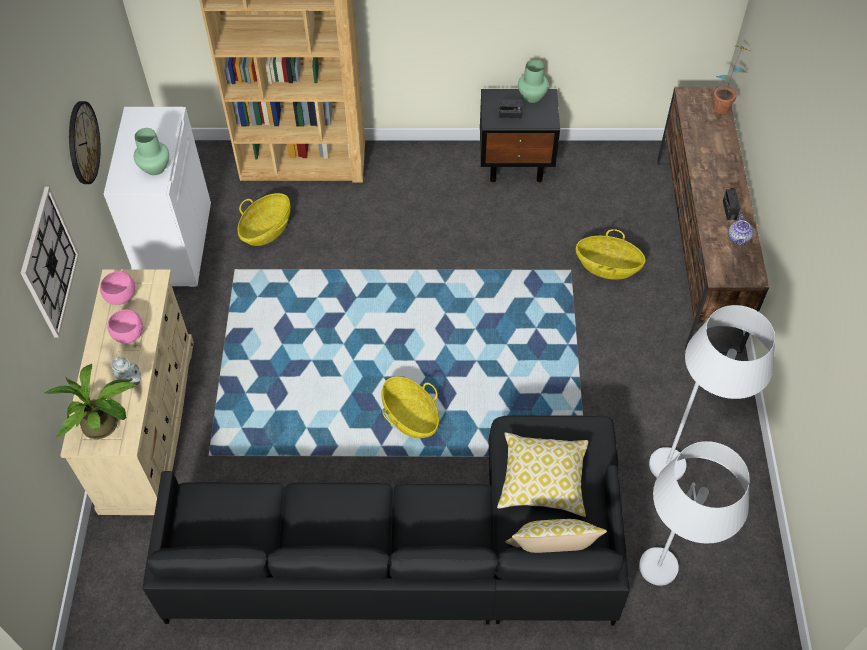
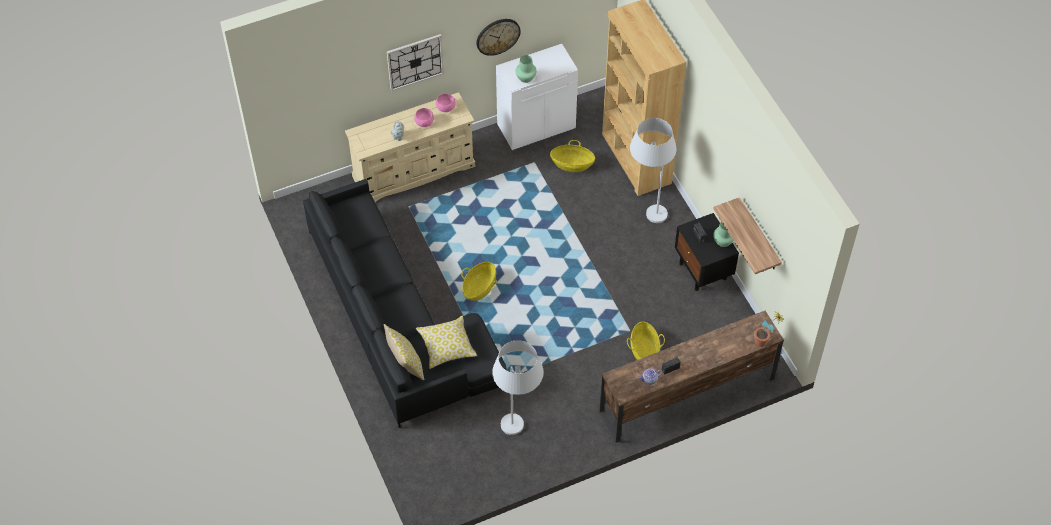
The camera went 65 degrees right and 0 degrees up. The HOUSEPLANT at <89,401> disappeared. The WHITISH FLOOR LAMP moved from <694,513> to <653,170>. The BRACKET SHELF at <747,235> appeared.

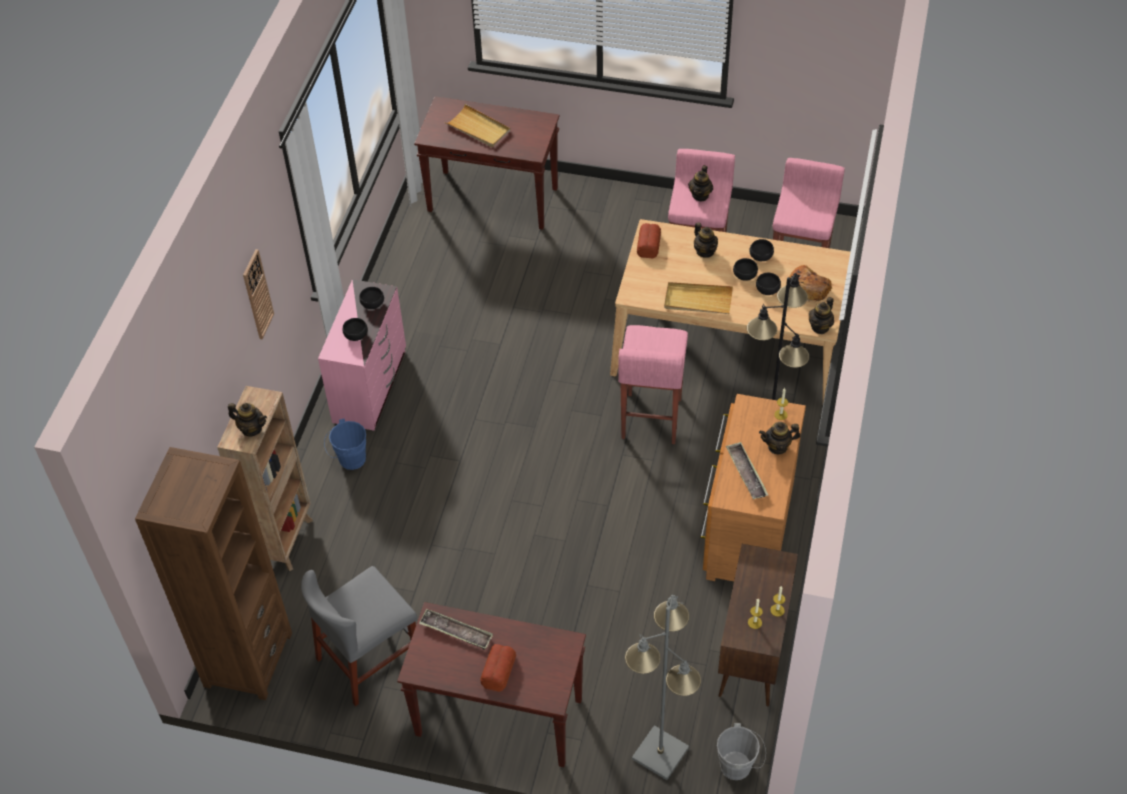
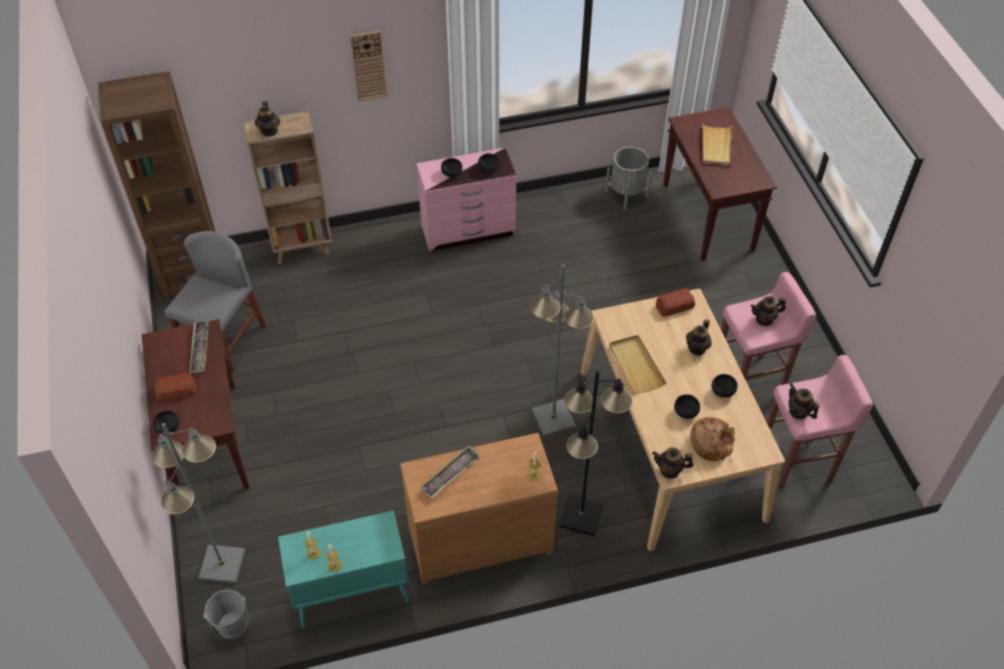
The camera went 60 degrees right and 0 degrees up. The BLACK SERVING BOWL moved from <745,269> to <166,423>. The PINK-COLOURED SITTING STOOL at <653,384> was replaced by the GREY FLOOR LAMP at <562,350>. The BLUE WATER BUCKET at <345,444> disappeared. The TEA POT moved from <780,438> to <804,401>. The BROWN STORAGE CABINET at <758,625> became the TURQUOISE-COLOURED STORAGE CABINET at <343,569>. The GREY PLAIN CHAIR at <359,636> turned 90 degrees clockwise. The GREY PLANTER at <628,178> appeared.

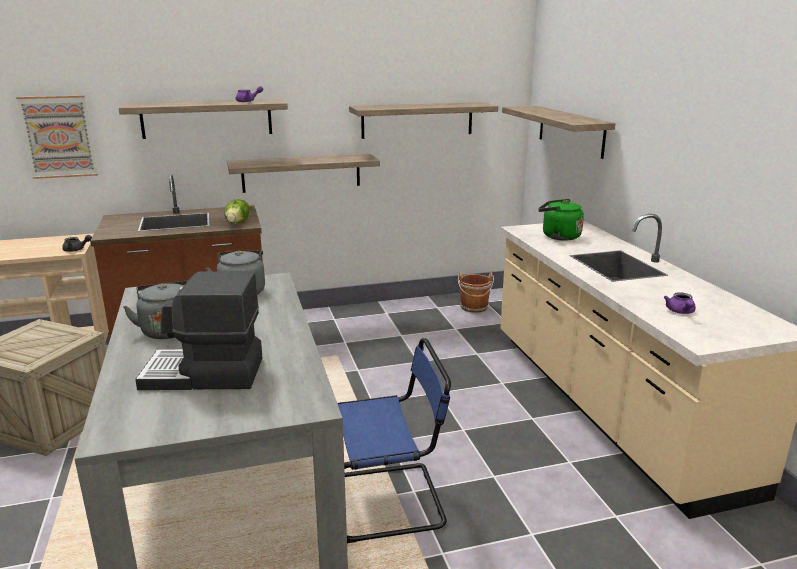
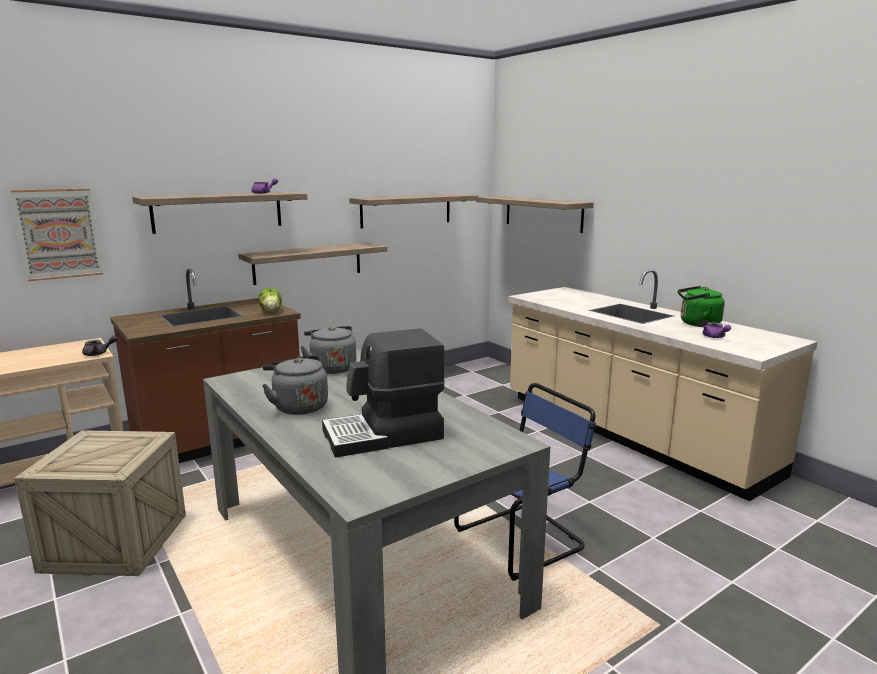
The camera went 20 degrees left and 5 degrees down. The GREEN-COLOURED TEA KETTLE moved from <561,220> to <701,306>. The BROWN WATER BUCKET at <476,292> disappeared.

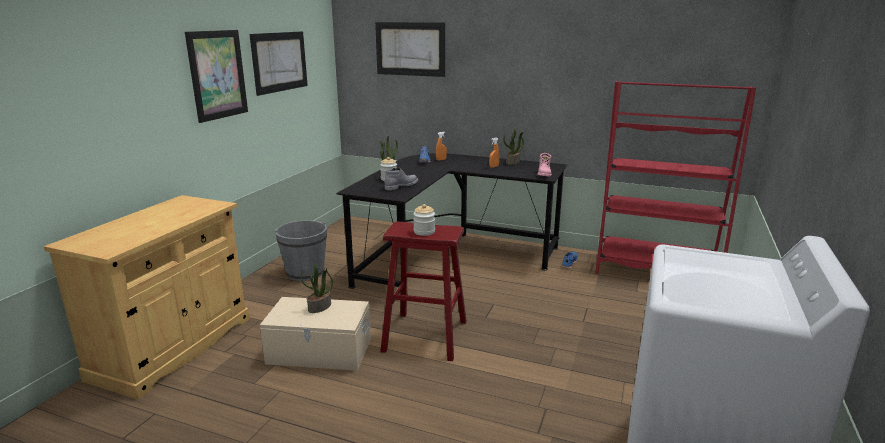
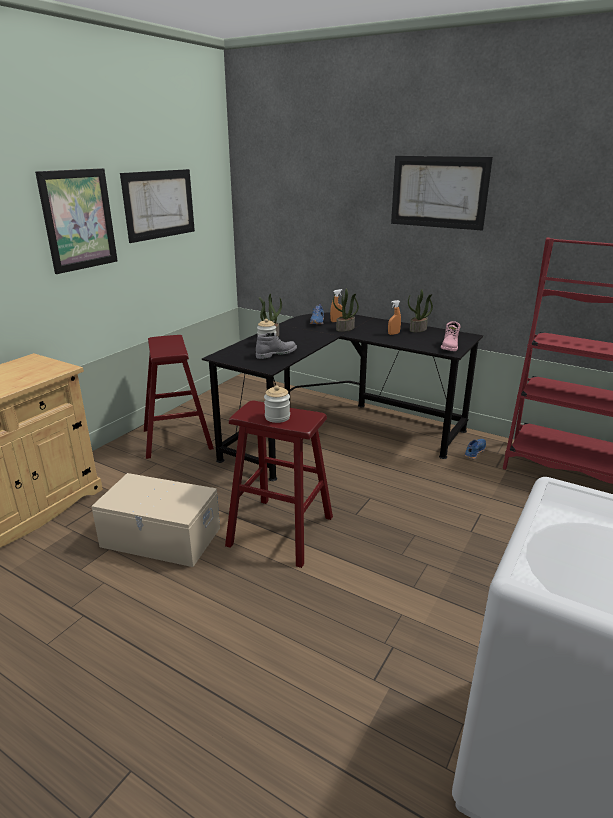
The camera went 10 degrees right and 5 degrees up. The WALL PICTURE moved from <410,49> to <442,193>. The GREY WATER BUCKET at <301,250> was replaced by the REDDISH SITTING STOOL at <179,397>. The HOUSEPLANT moved from <317,288> to <346,310>.

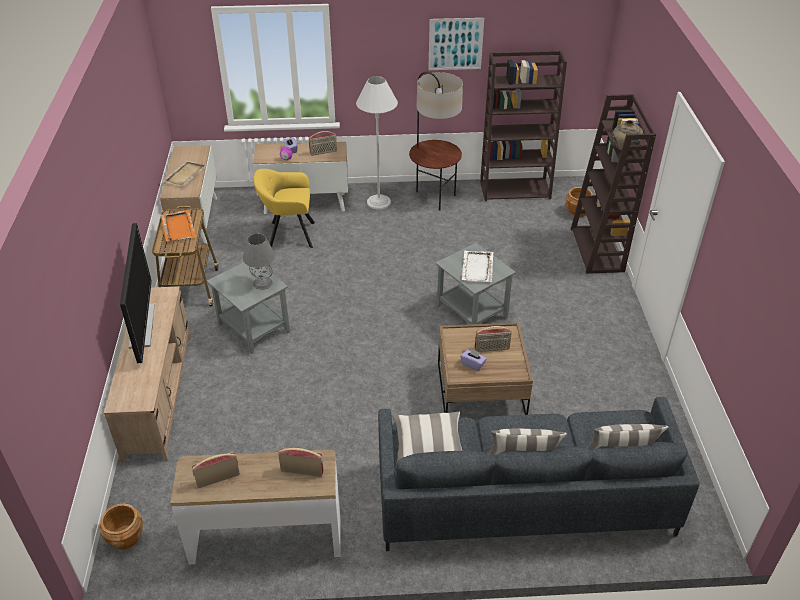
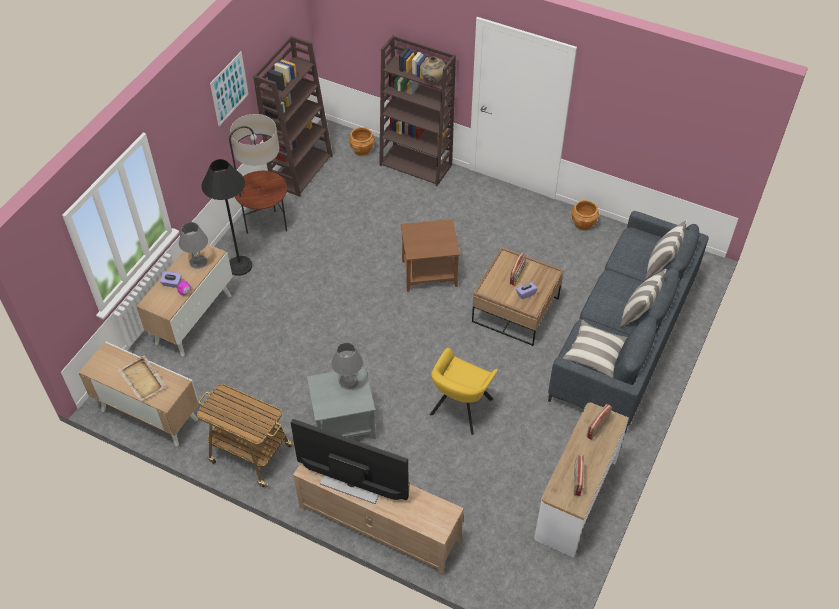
The camera went 60 degrees left and 10 degrees up. The WHITISH FLOOR LAMP at <377,143> became the BLACK FLOOR LAMP at <226,217>. The RADIO at <323,143> was replaced by the GREY TABLE LAMP at <193,245>. The YELLOW ARMCHAIR moved from <284,208> to <464,391>. The ORANGE-COLOURED TRAY at <178,225> disappeared. The GREY ACCENT TABLE at <475,284> became the BROWN ACCENT TABLE at <430,255>. The WHITISH TRAY at <477,266> disappeared. The BROWN PLANTER moved from <121,526> to <585,215>.

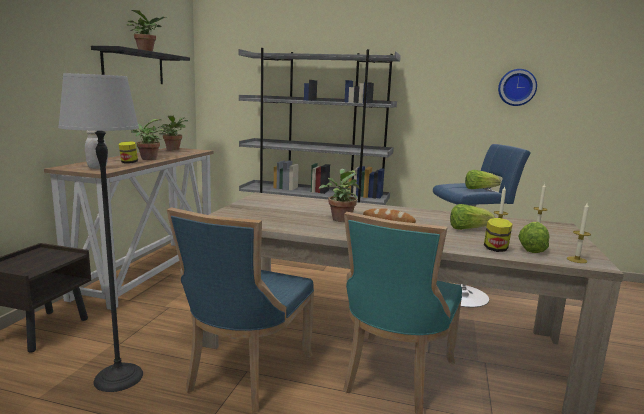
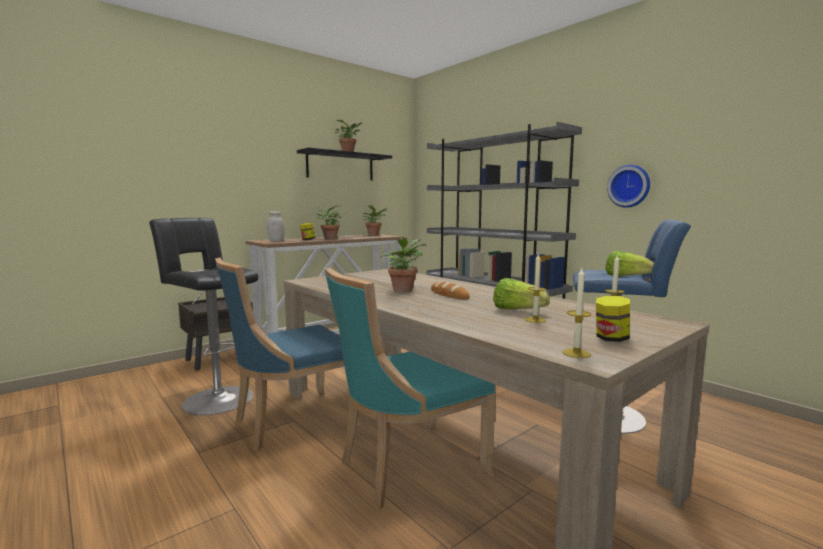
The camera went 35 degrees right and 5 degrees down. The WALL CLOCK moved from <517,87> to <628,186>. The FLOOR LAMP at <100,232> was replaced by the BLACK SITTING STOOL at <204,316>. The STORAGE JAR moved from <498,235> to <613,319>. The HEAD OF LETTUCE at <534,237> disappeared.

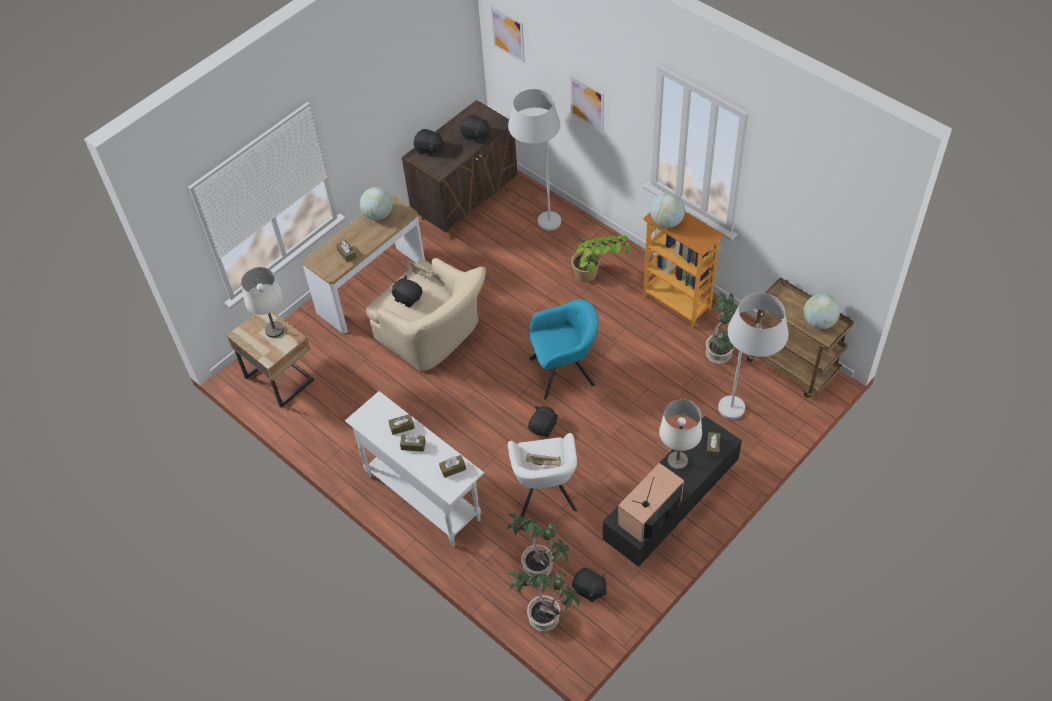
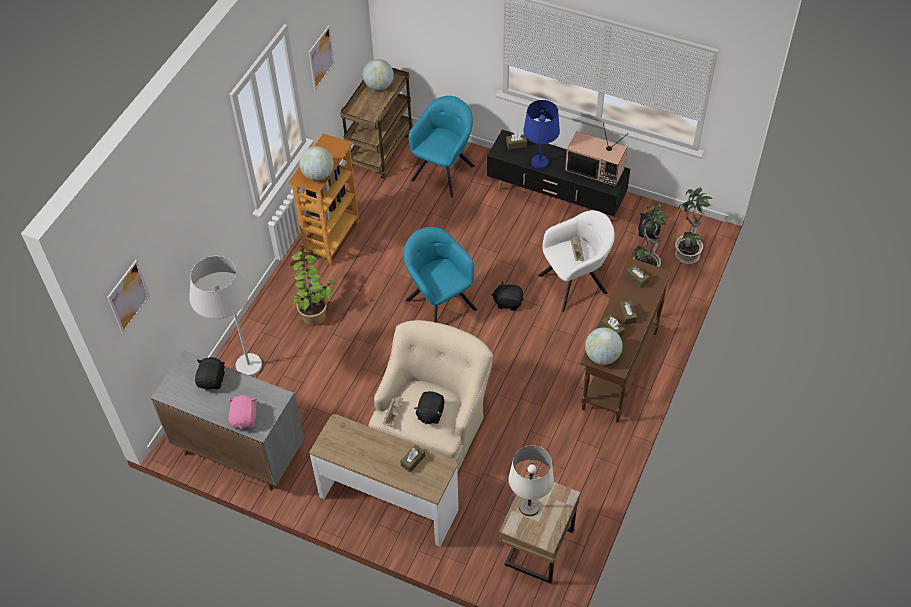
The camera went 110 degrees left and 0 degrees up. The WALL PICTURE moved from <587,103> to <321,58>. The BROWN STORAGE CABINET at <460,170> became the GREY STORAGE CABINET at <227,420>. The BLACK SOFT TOY at <429,143> became the PINK-COLOURED SOFT TOY at <242,412>. The WORLD GLOBE moved from <376,203> to <604,346>. The HOUSEPLANT at <722,328> disappeared. The WHITISH FLOOR LAMP at <753,356> was replaced by the TURQUOISE-COLOURED ARMCHAIR at <442,147>. The WHITISH CONSOLE TABLE at <414,469> became the BROWN CONSOLE TABLE at <626,340>. The WHITISH TABLE LAMP at <680,434> became the BLUE TABLE LAMP at <541,134>.

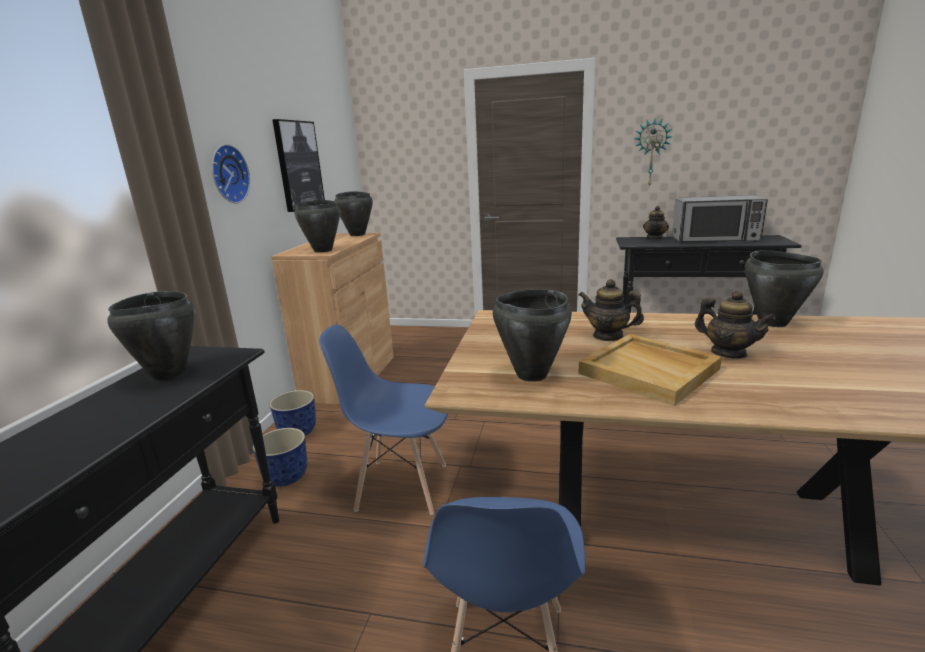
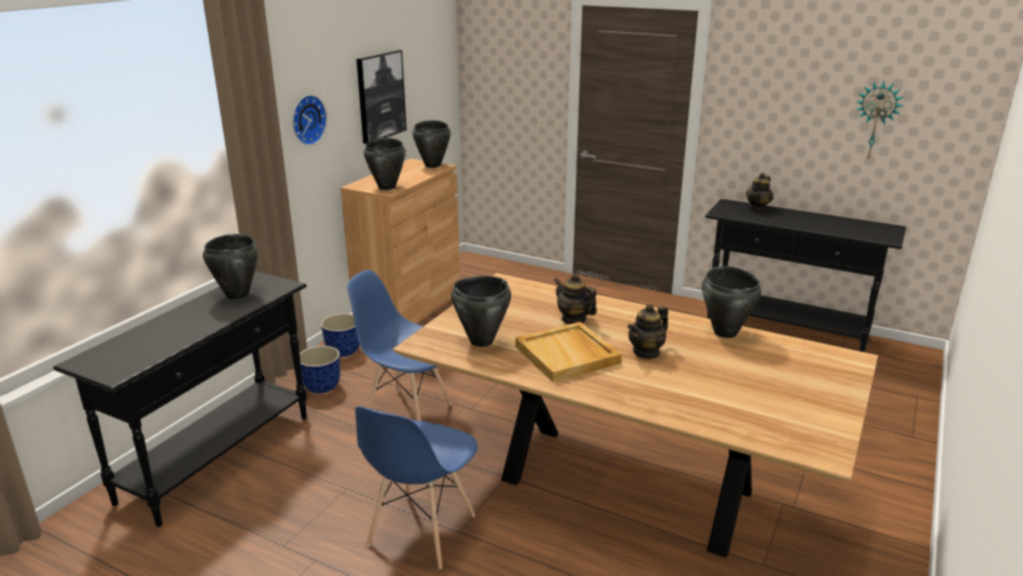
The camera went 15 degrees right and 5 degrees up. The WALL CLOCK moved from <653,153> to <879,120>. The KITCHEN MICROWAVE at <720,219> disappeared. The TEA POT at <735,324> turned 75 degrees clockwise.

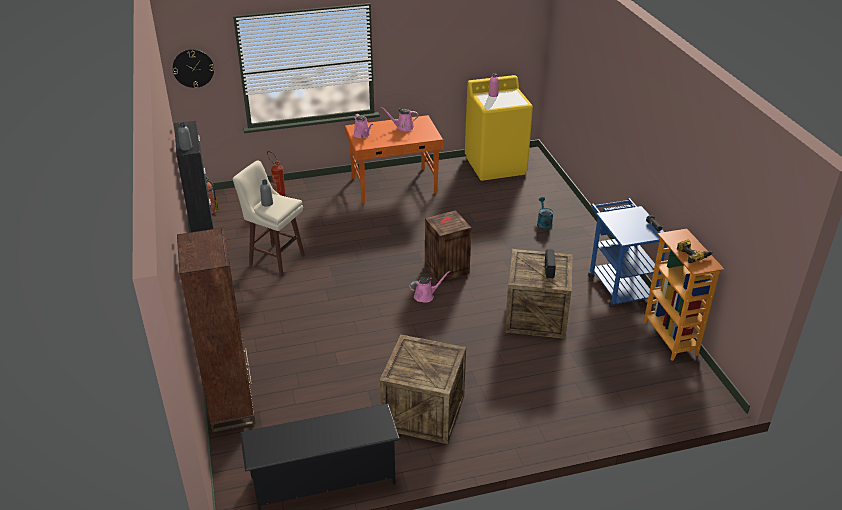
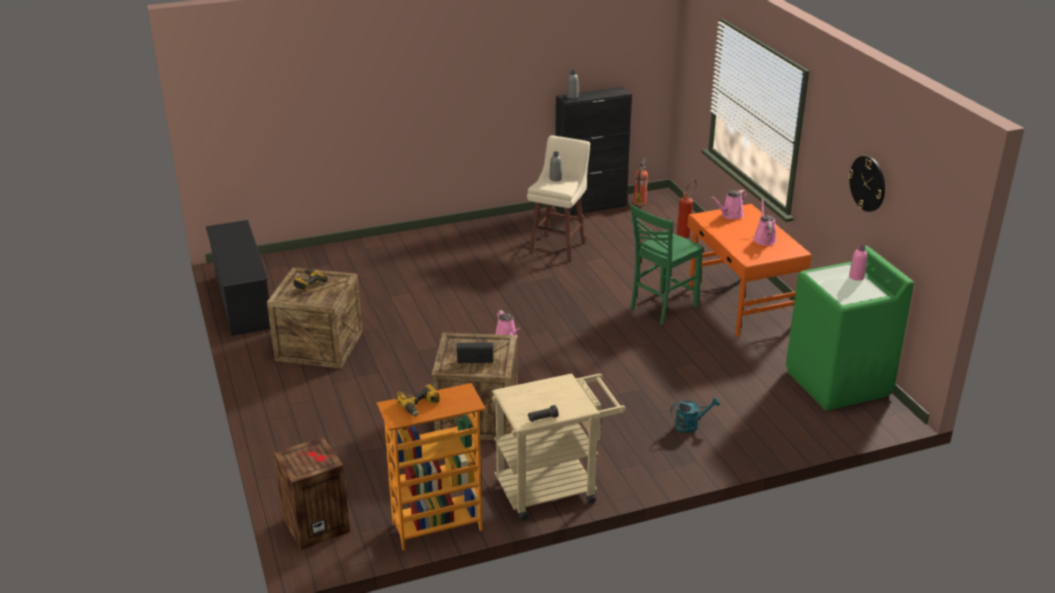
The camera went 85 degrees right and 5 degrees down. The WALL CLOCK moved from <193,68> to <866,184>. The YELLOW LAUNDRY MACHINE at <499,128> became the GREEN-COLOURED LAUNDRY MACHINE at <850,328>. The BLUE WHEELED CART at <627,252> became the BEIGE WHEELED CART at <559,446>. The SHIPPING CRATE moved from <448,245> to <312,493>. The BROWN BOOKCASE at <216,330> disappeared. The GREEN-COLOURED PLAIN CHAIR at <666,264> appeared. The ELECTRIC DRILL at <311,280> appeared.

